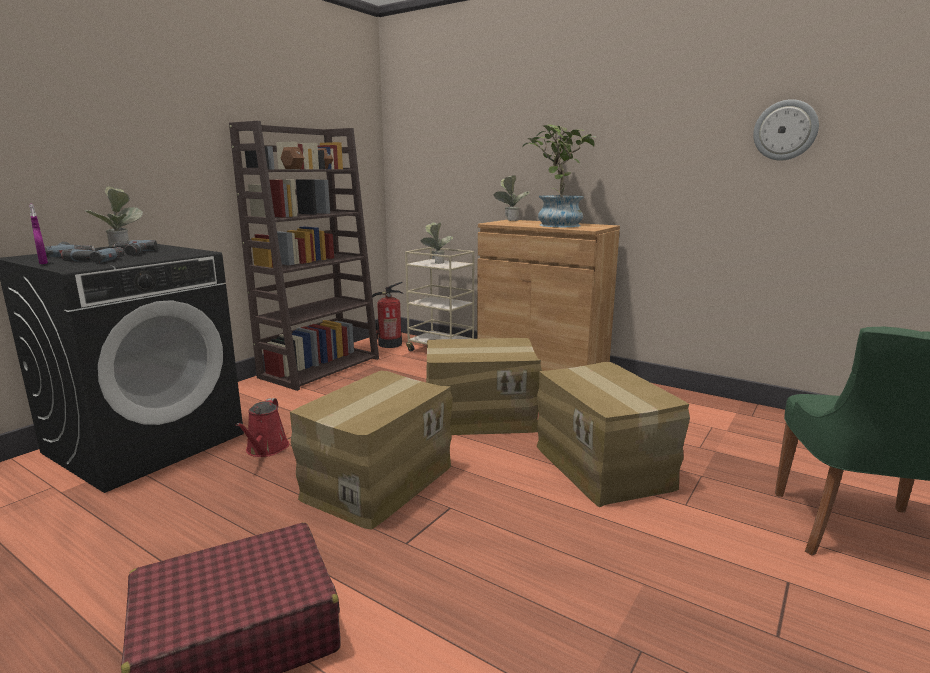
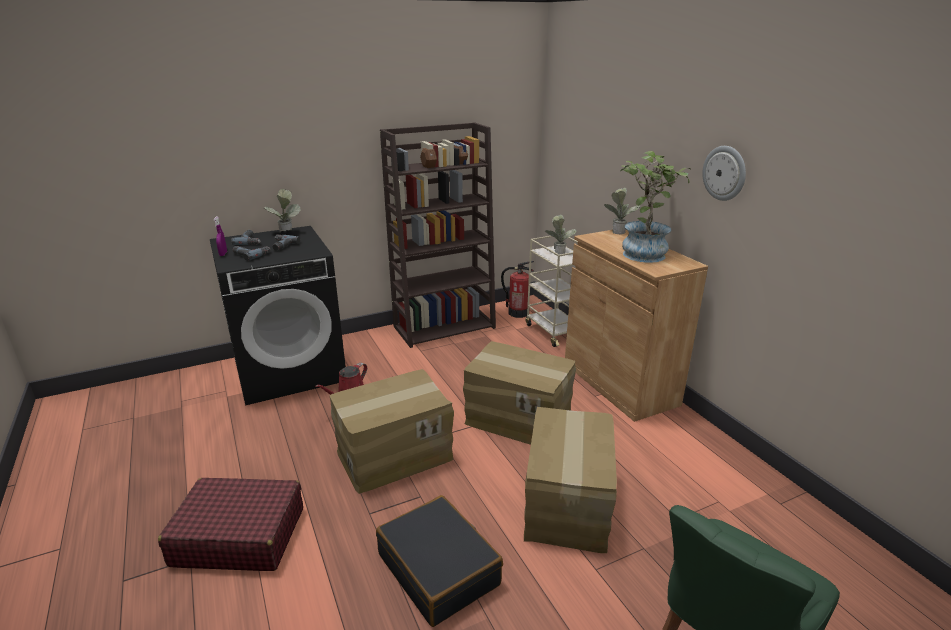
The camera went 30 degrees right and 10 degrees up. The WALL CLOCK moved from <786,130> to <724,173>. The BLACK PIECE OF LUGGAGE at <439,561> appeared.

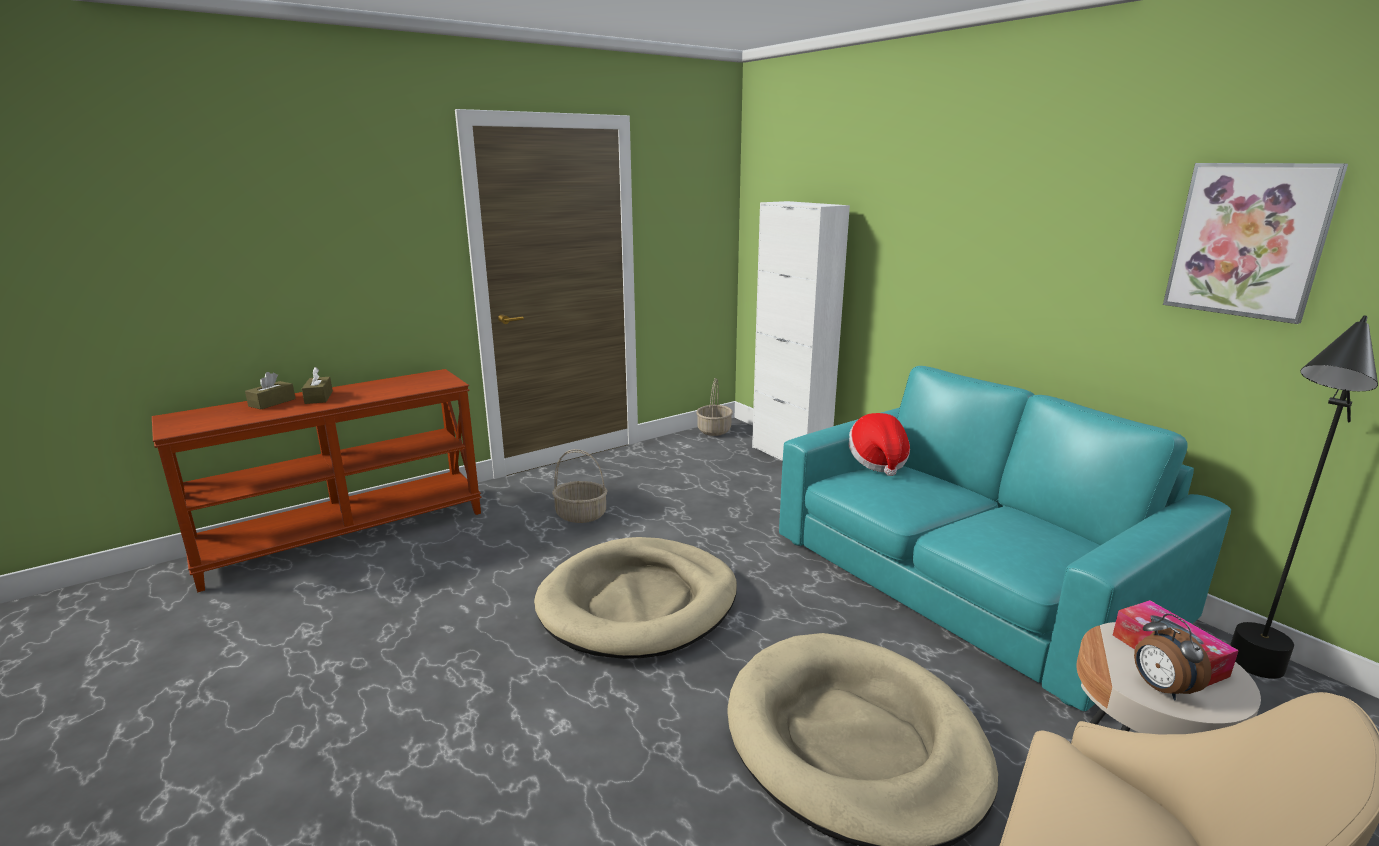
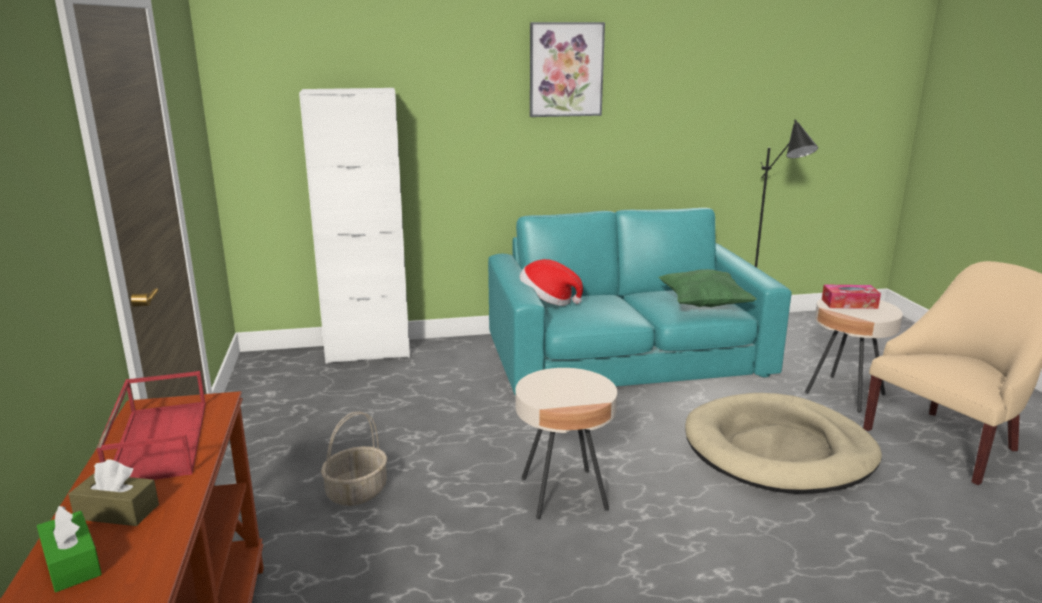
The camera went 65 degrees left and 0 degrees up. The WALL PICTURE moved from <1255,243> to <567,69>. The BROWN TISSUE HOLDER at <270,390> became the GREEN-COLOURED TISSUE HOLDER at <69,549>. The STORAGE BASKET at <714,407> disappeared. The BEIGE DOG CUSHION at <635,598> was replaced by the BEIGE ACCENT TABLE at <566,443>. The BEDSIDE CLOCK at <1173,657> disappeared. The GREEN-COLOURED THROW PILLOW at <707,288> appeared. The REDDISH TRAY at <151,425> appeared.

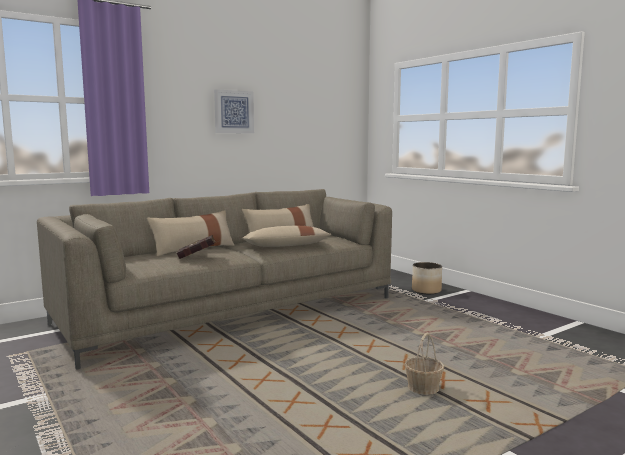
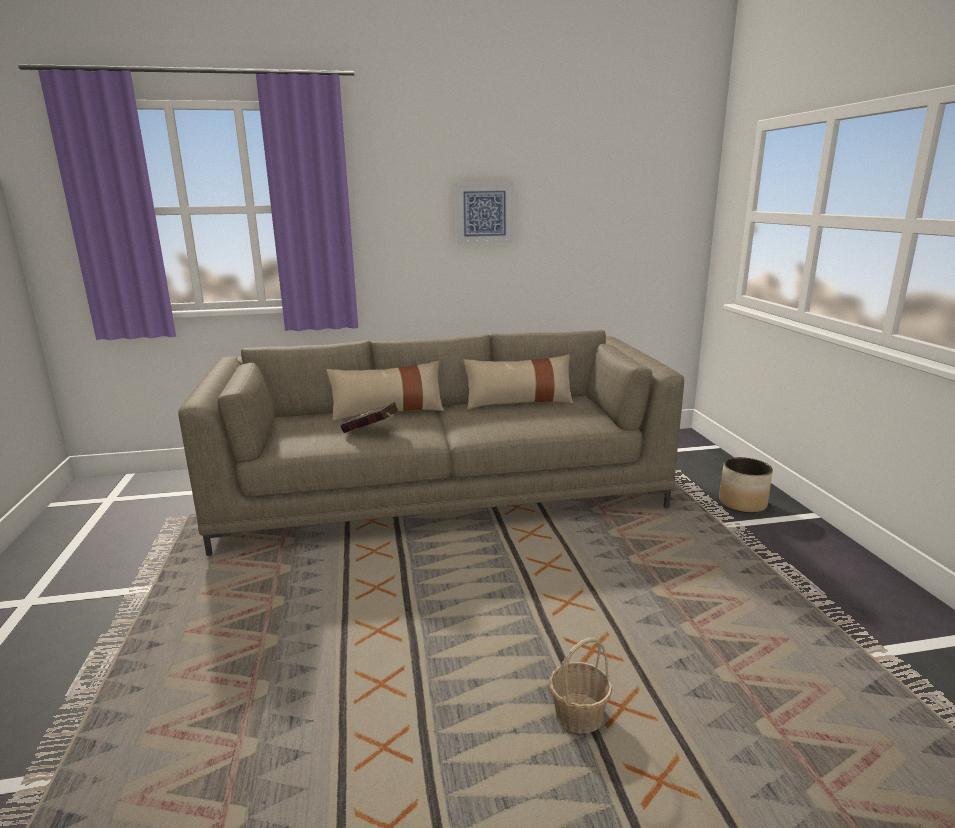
The camera went 25 degrees right and 10 degrees up. The BEIGE THROW PILLOW at <286,236> disappeared.

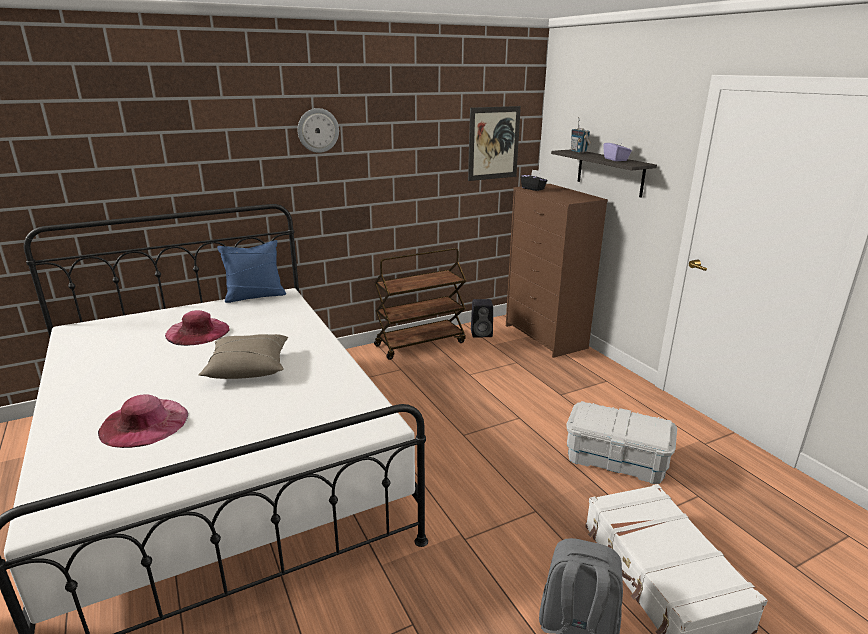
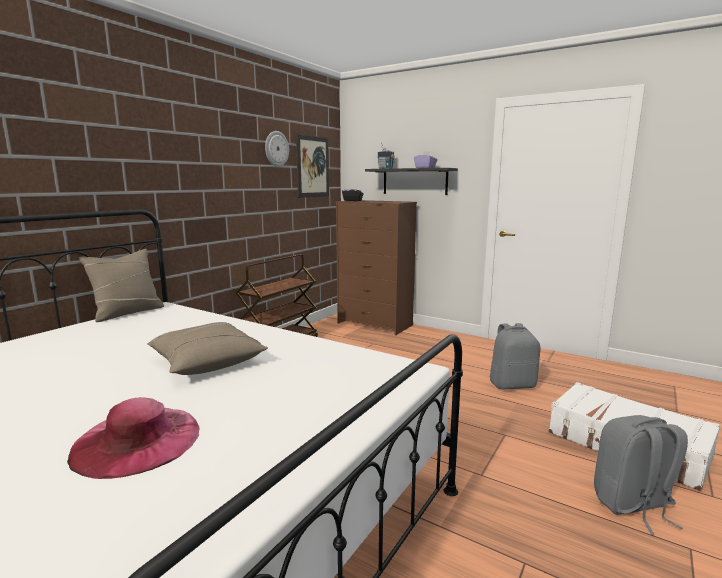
The camera went 30 degrees left and 10 degrees down. The WALL CLOCK moved from <318,130> to <277,149>. The BLUE THROW PILLOW at <251,271> became the BEIGE THROW PILLOW at <121,285>. The BLACK LOUDSPEAKER at <482,318> disappeared. The PINK-COLOURED HAT at <197,328> disappeared. The WHITISH STORAGE CONTAINER at <621,442> was replaced by the GREY RUCKSACK at <515,356>.

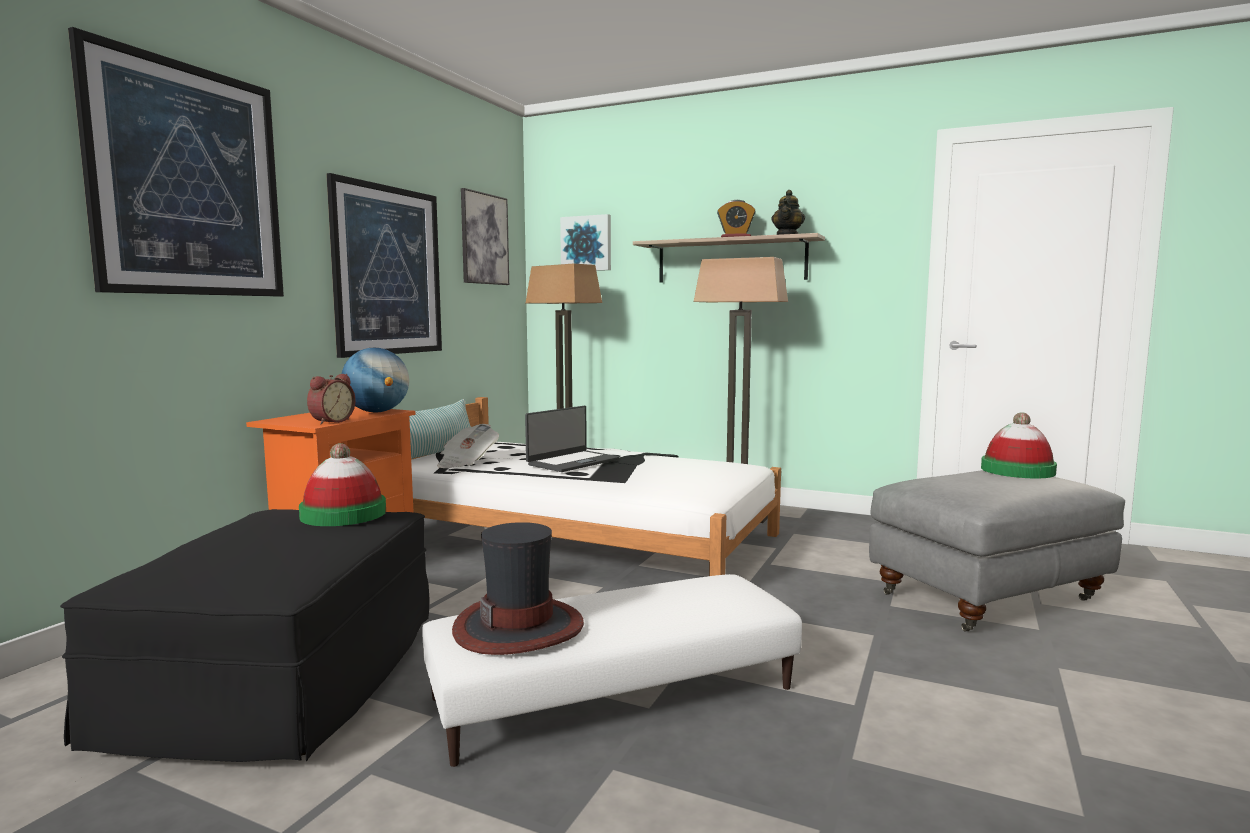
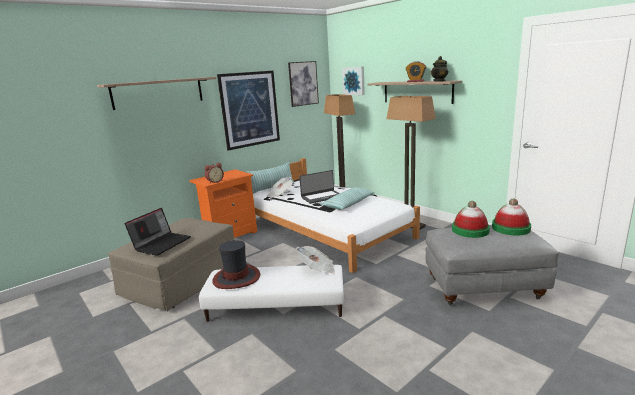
The camera went 25 degrees right and 10 degrees up. The WALL PICTURE at <176,162> was replaced by the BRACKET SHELF at <156,93>. The WORLD GLOBE at <375,380> disappeared. The HAT moved from <342,484> to <471,219>. The BLACK POUFFE at <245,635> became the BEIGE POUFFE at <171,264>. The THROW PILLOW at <347,198> appeared. The LAPTOP at <158,232> appeared. The PRINTED PAPER at <315,259> appeared.

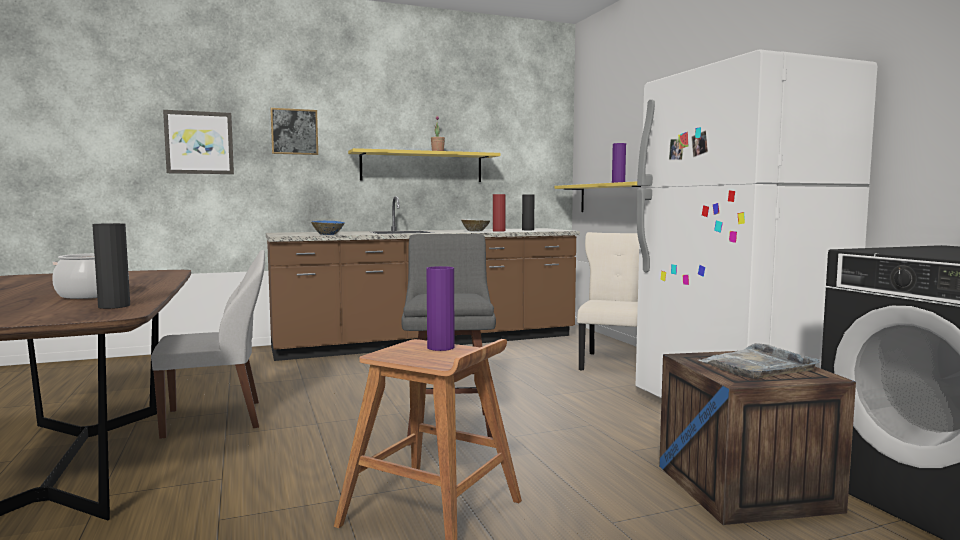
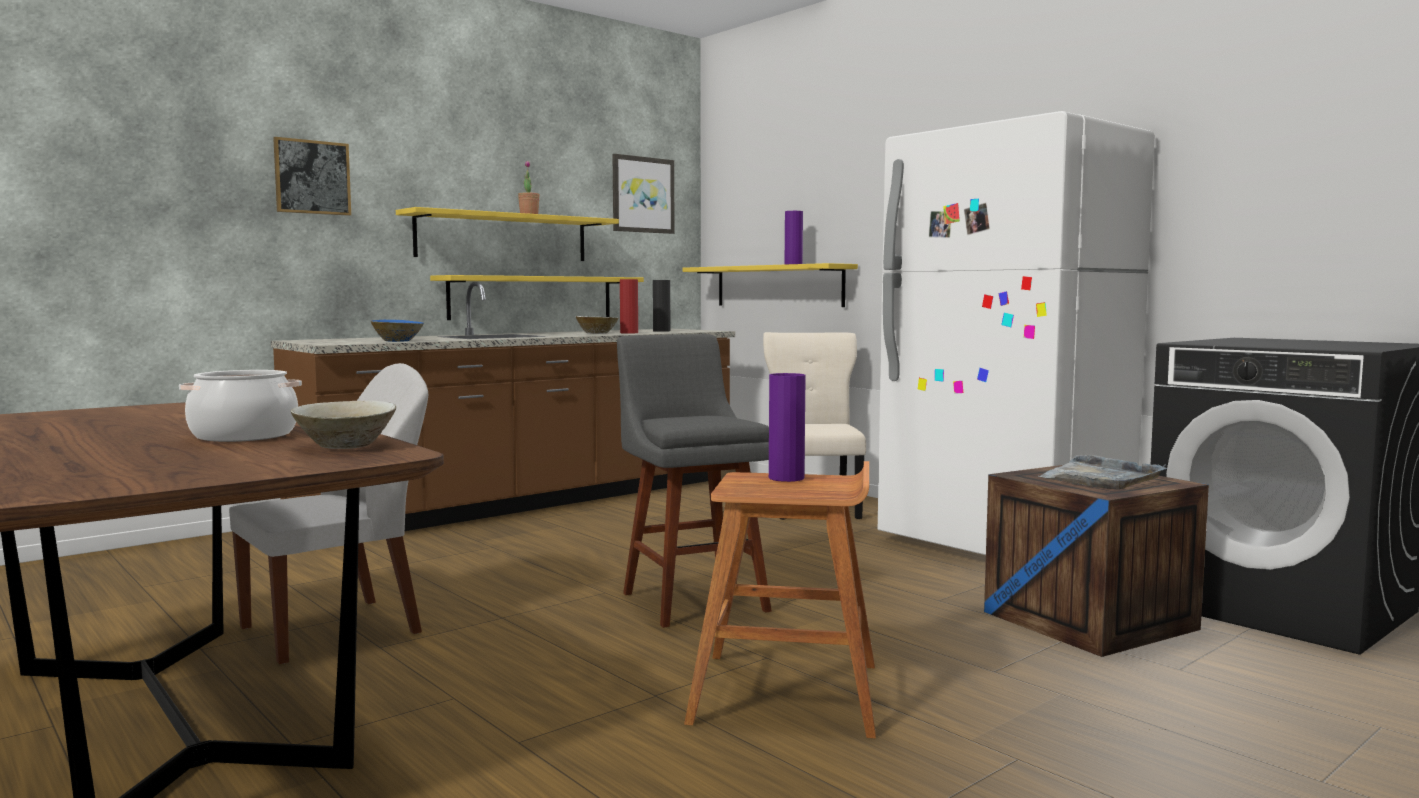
The camera went 20 degrees left and 0 degrees up. The WALL PICTURE moved from <198,142> to <643,194>. The BLACK VASE at <111,266> was replaced by the BEIGE SERVING BOWL at <343,424>. The YELLOW BRACKET SHELF at <537,297> appeared.

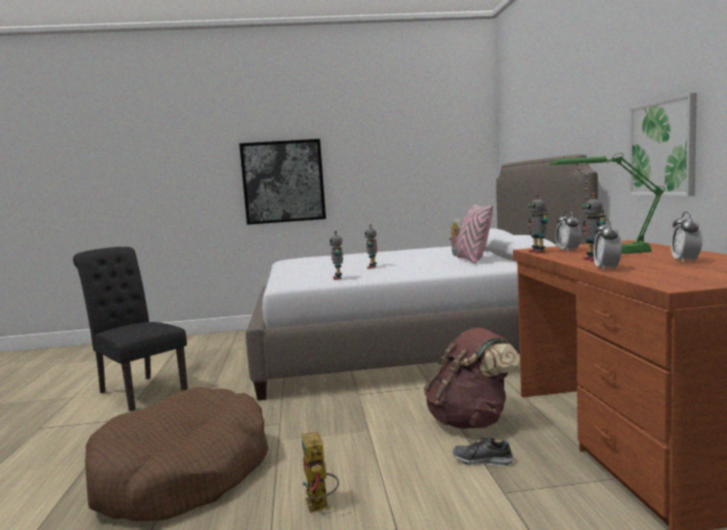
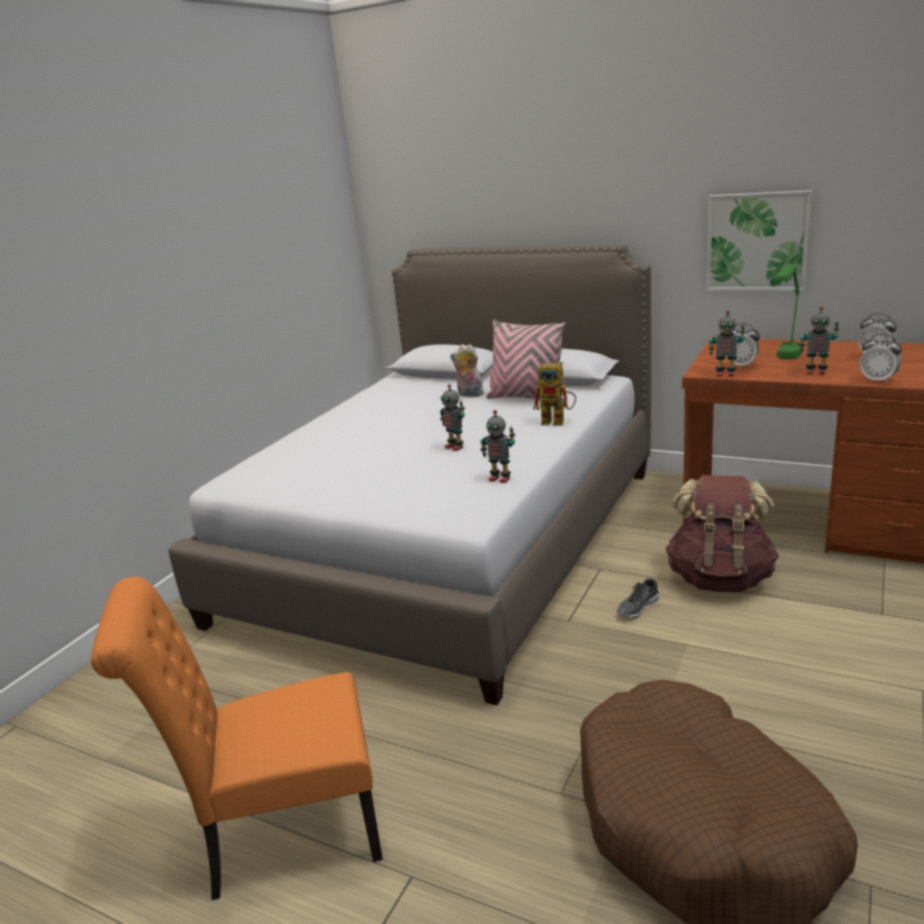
The camera went 55 degrees left and 15 degrees up. The WALL PICTURE at <282,182> disappeared. The BLACK PLAIN CHAIR at <130,329> became the ORANGE-COLOURED PLAIN CHAIR at <237,738>. The ROBOT FIGURE moved from <320,472> to <554,394>. The SHOE moved from <483,451> to <638,598>.

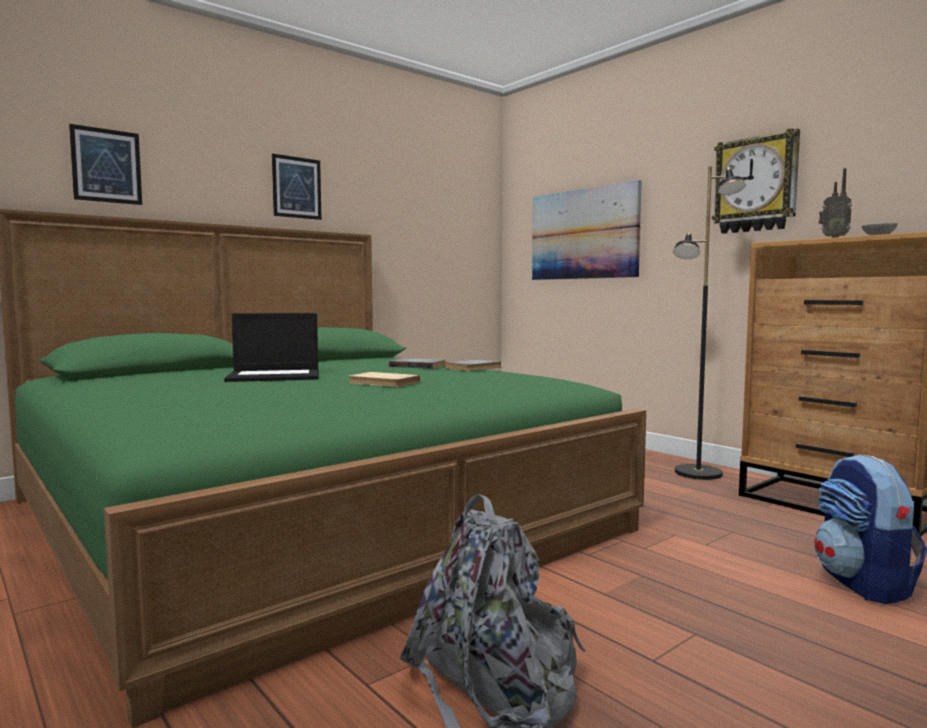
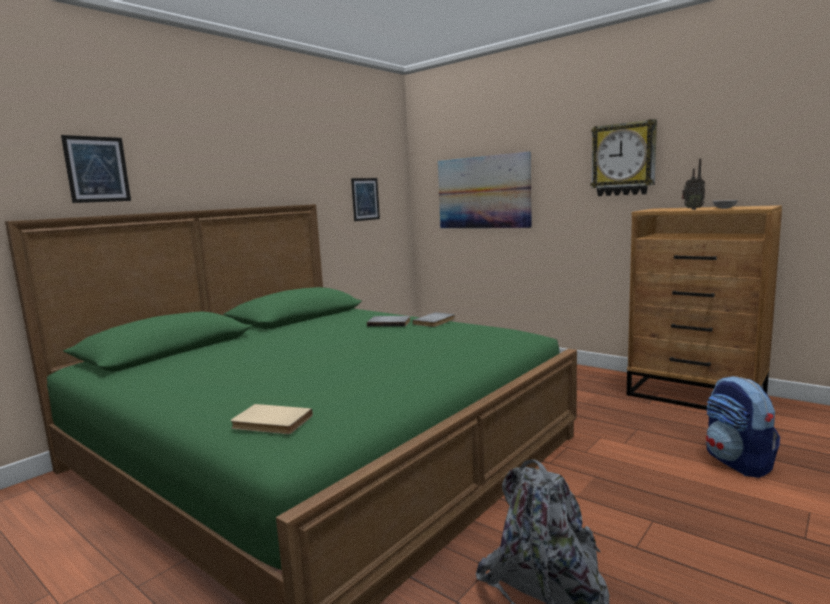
The camera went 10 degrees left and 5 degrees up. The WALL PICTURE moved from <297,187> to <365,199>. The BLACK FLOOR LAMP at <709,323> disappeared. The LAPTOP at <271,347> disappeared. The BEIGE BOOK moved from <384,379> to <272,419>.

